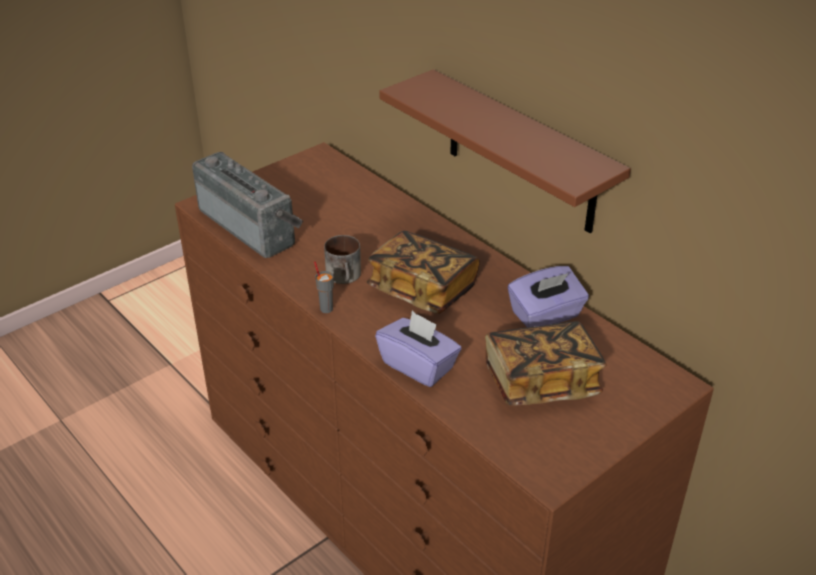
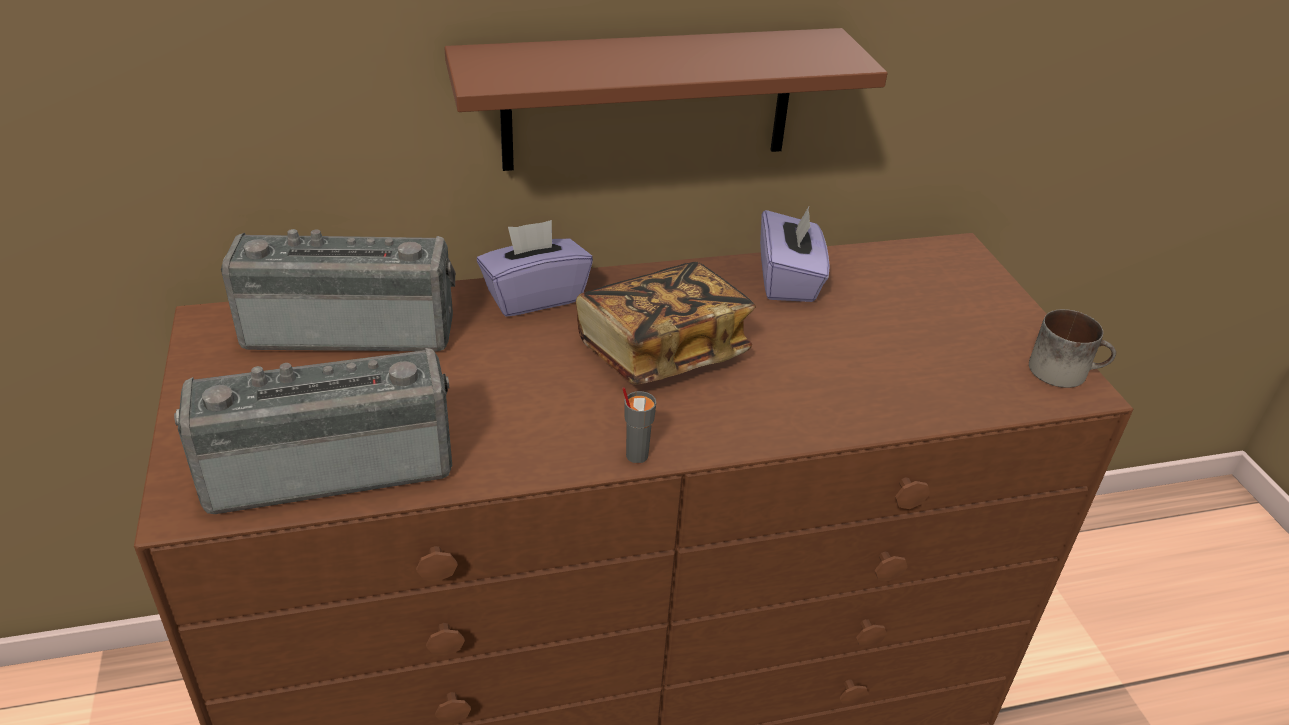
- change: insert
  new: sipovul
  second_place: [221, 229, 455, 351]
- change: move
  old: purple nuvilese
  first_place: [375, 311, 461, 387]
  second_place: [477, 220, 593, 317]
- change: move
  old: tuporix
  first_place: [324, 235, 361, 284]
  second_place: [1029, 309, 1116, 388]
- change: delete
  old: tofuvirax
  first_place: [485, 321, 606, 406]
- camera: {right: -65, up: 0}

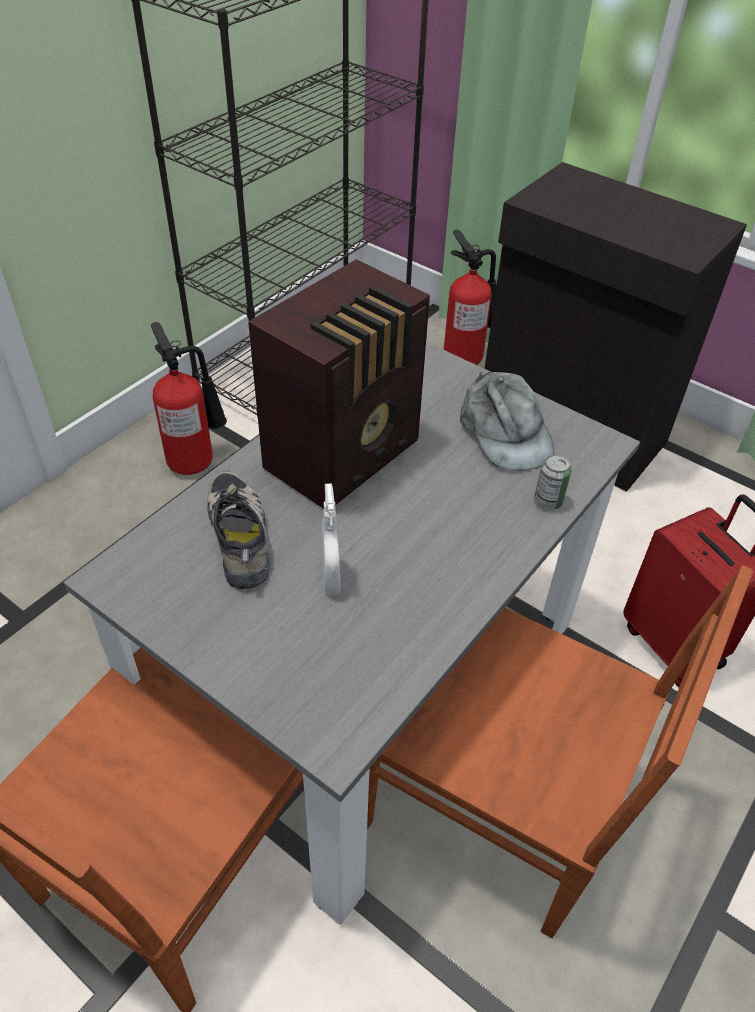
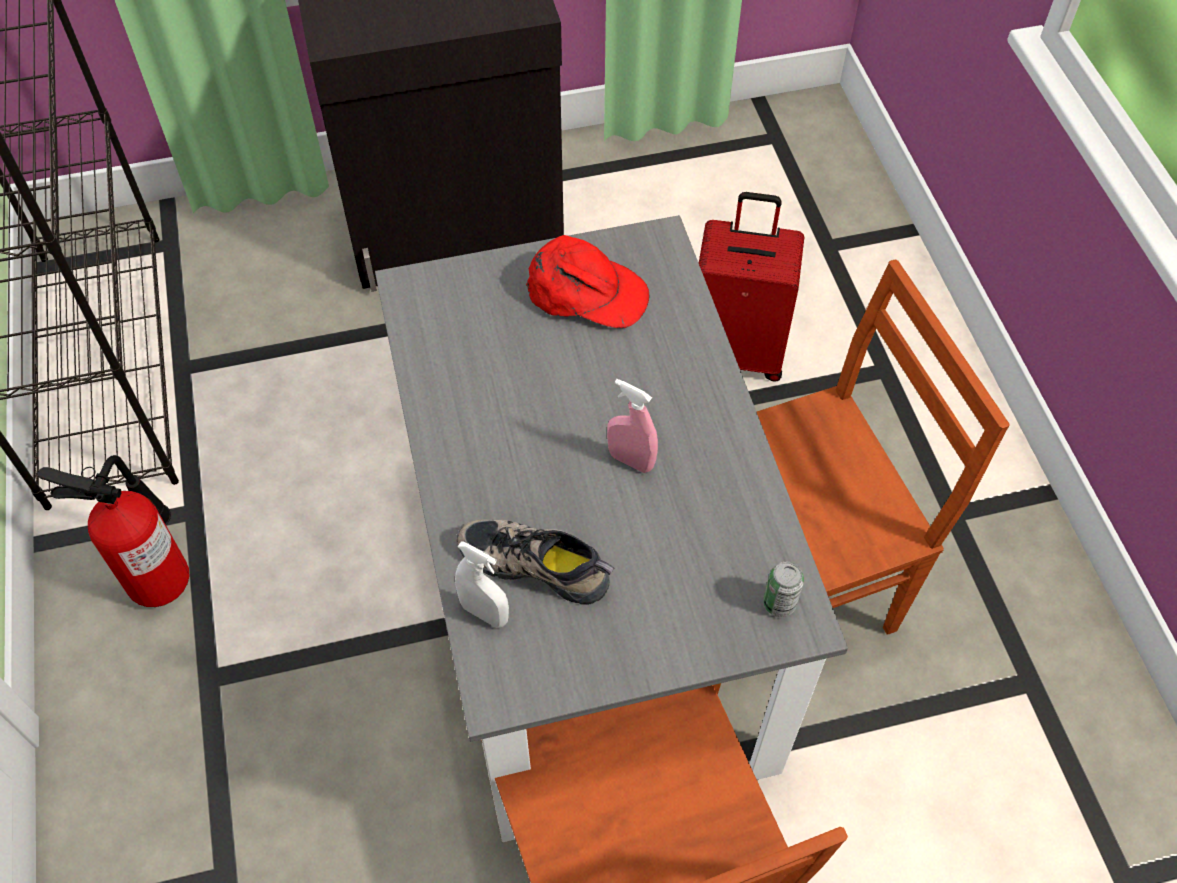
- change: move
  old: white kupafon
  first_place: [322, 483, 340, 595]
  second_place: [455, 541, 509, 628]
- change: recolor
  old: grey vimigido
  new: red vimigido
  first_place: [460, 372, 554, 471]
  second_place: [526, 235, 649, 328]
- change: insert
  new: pink kupafon
  second_place: [607, 379, 658, 473]
- change: move
  old: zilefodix
  first_place: [534, 454, 572, 510]
  second_place: [763, 562, 804, 617]
- change: delete
  old: sipovul
  first_place: [248, 259, 430, 509]
- change: delete
  old: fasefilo
  first_place: [444, 230, 496, 365]
- camera: {right: -50, up: 10}

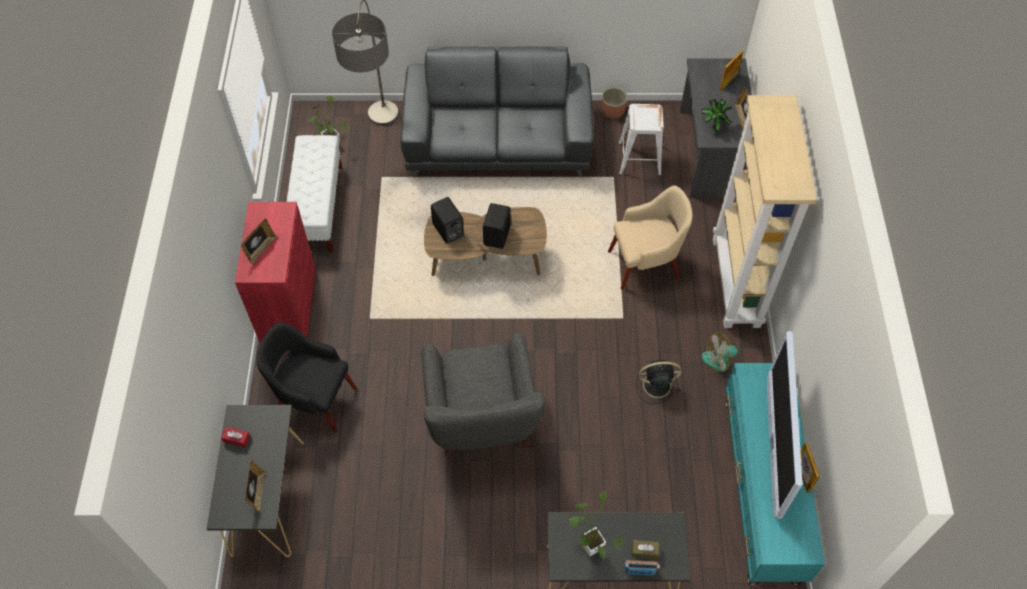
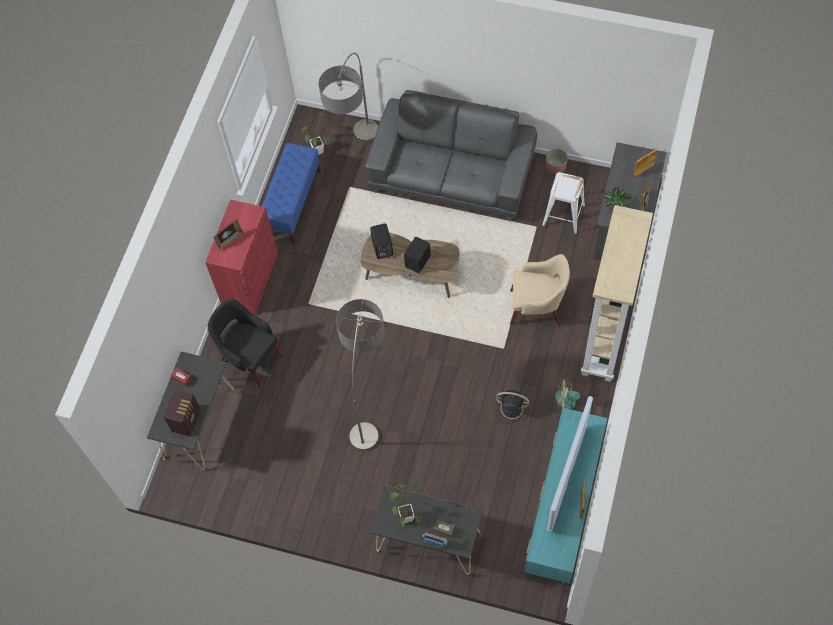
- change: replace
  old: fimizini
  new: sipovul
  first_place: [245, 460, 266, 512]
  second_place: [164, 390, 201, 436]
- change: recolor
  old: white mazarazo
  new: blue mazarazo
  first_place: [287, 135, 342, 253]
  second_place: [262, 143, 321, 243]
- change: replace
  old: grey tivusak
  new: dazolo
  first_place: [421, 333, 544, 456]
  second_place: [336, 299, 385, 451]
- camera: {right: 20, up: 5}

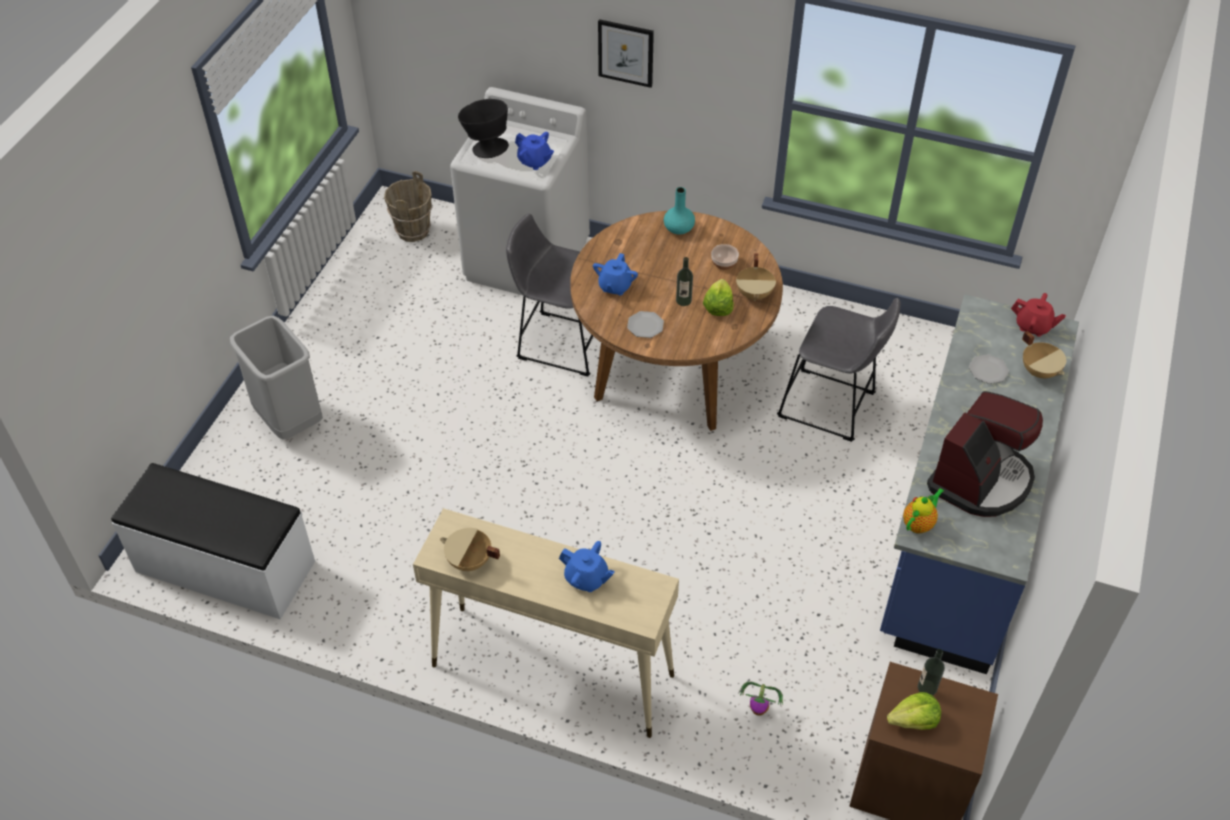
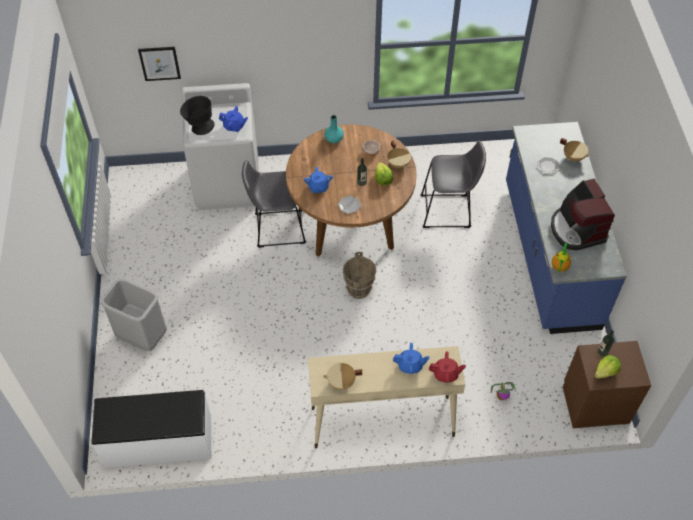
- change: move
  old: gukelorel
  first_place: [598, 19, 654, 88]
  second_place: [138, 47, 181, 81]
- change: move
  old: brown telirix
  first_place: [384, 171, 432, 242]
  second_place: [343, 252, 376, 299]
- change: move
  old: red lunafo
  first_place: [1011, 293, 1066, 337]
  second_place: [429, 351, 466, 382]
- change: rotate
  old: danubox
  first_place: [927, 391, 1043, 517]
  second_place: [551, 179, 615, 250]
  degrees: 150
- camera: {right: -25, up: 5}

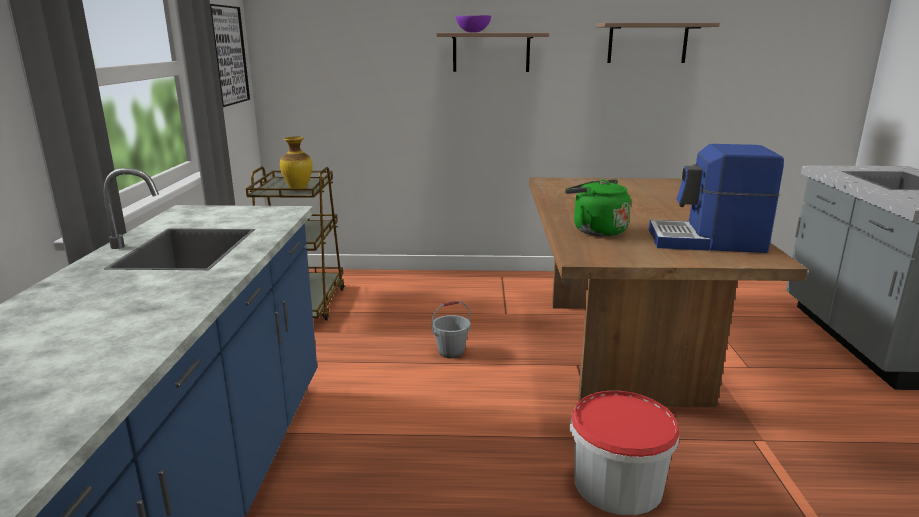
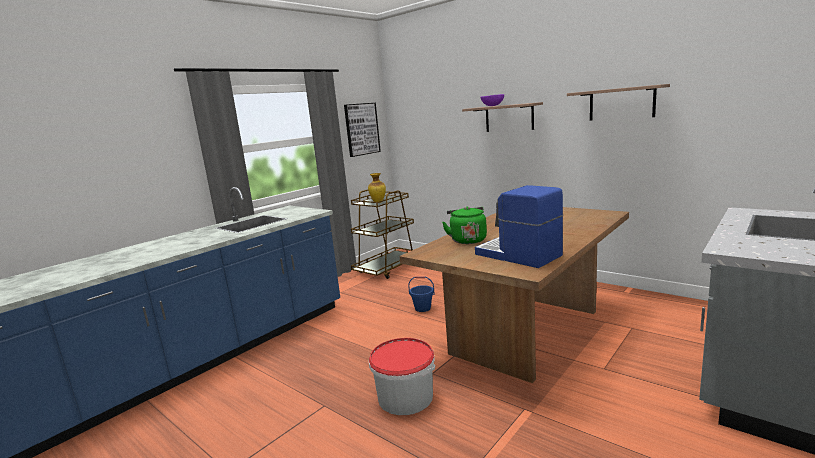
- change: recolor
  old: grey telirix
  new: blue telirix
  first_place: [432, 301, 470, 358]
  second_place: [408, 276, 435, 312]
- camera: {right: 40, up: -5}

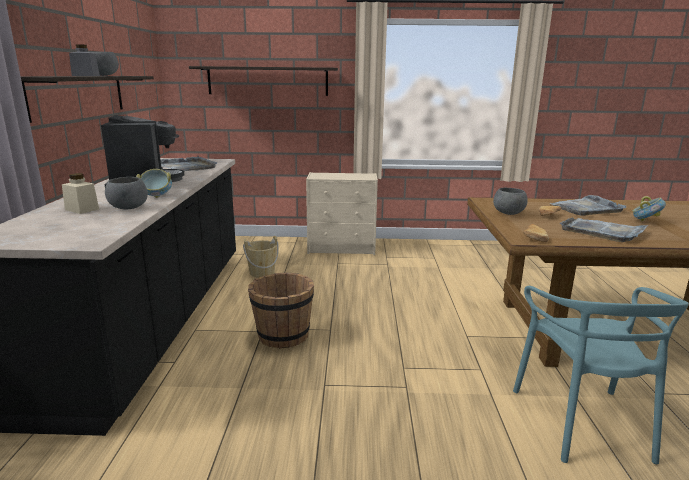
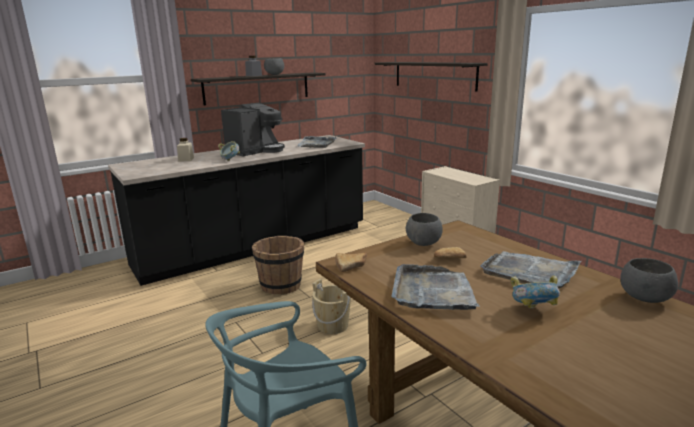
- change: move
  old: beige telirix
  first_place: [243, 236, 279, 278]
  second_place: [312, 279, 351, 334]
- change: move
  old: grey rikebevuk
  first_place: [105, 177, 148, 210]
  second_place: [620, 258, 678, 303]
- camera: {right: 55, up: 0}

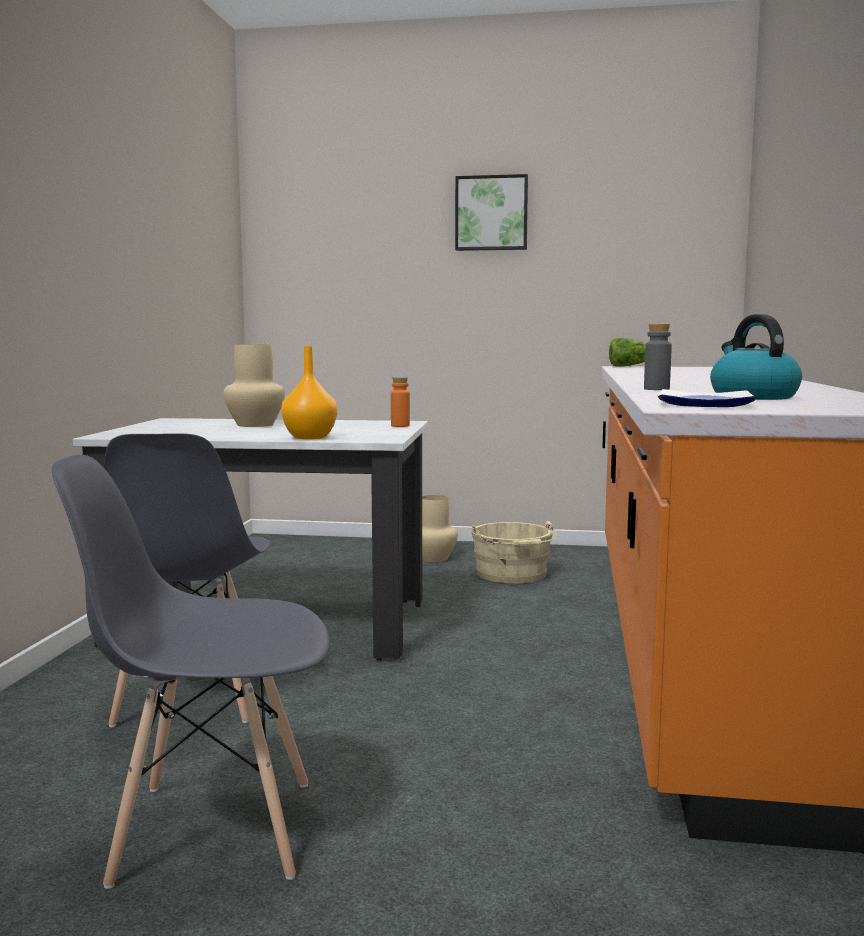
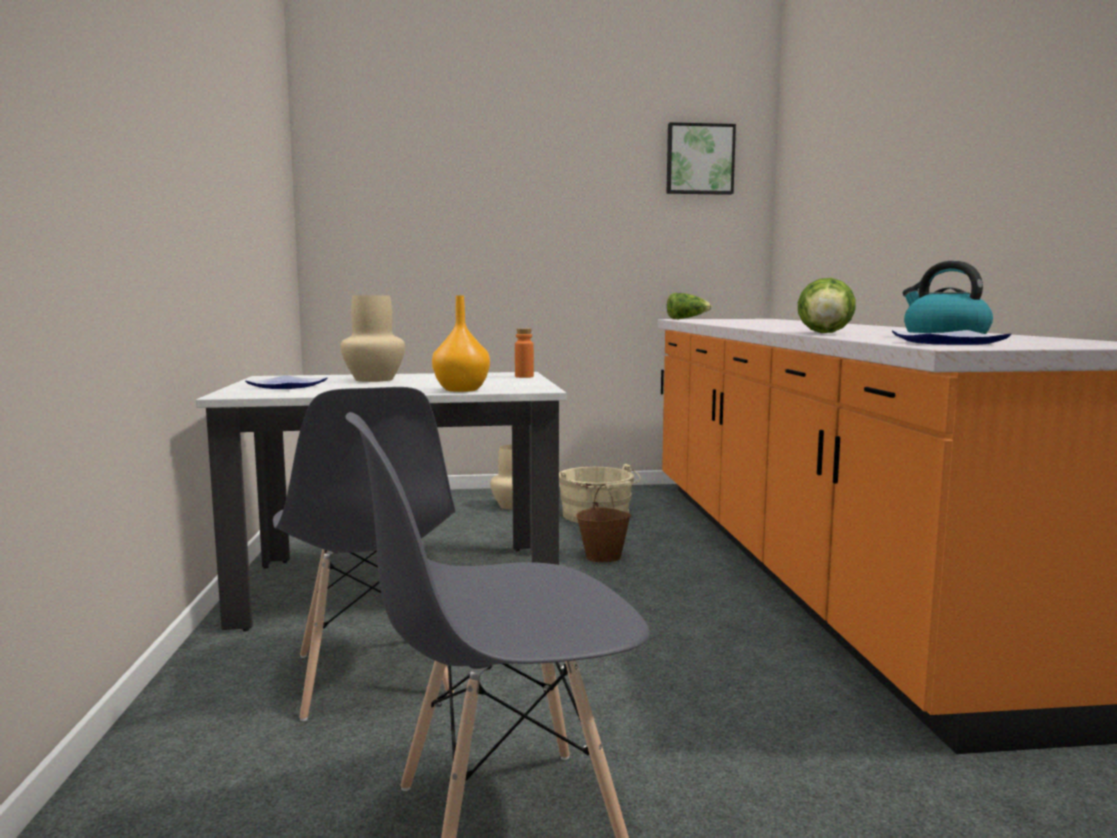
- change: insert
  new: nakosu
  second_place: [245, 375, 327, 389]
- change: insert
  new: brown telirix
  second_place: [576, 484, 631, 562]
- change: move
  old: gukelorel
  first_place: [455, 174, 528, 251]
  second_place: [666, 122, 736, 195]
- change: replace
  old: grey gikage
  new: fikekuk
  first_place: [644, 324, 672, 390]
  second_place: [798, 278, 855, 333]
- camera: {right: -15, up: 0}

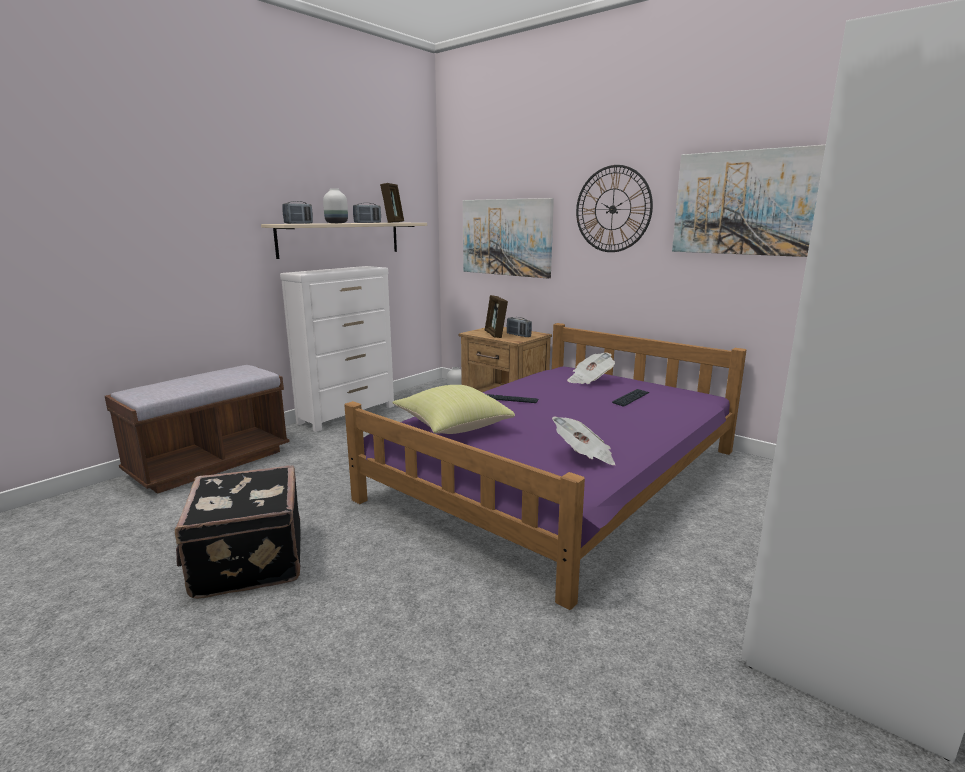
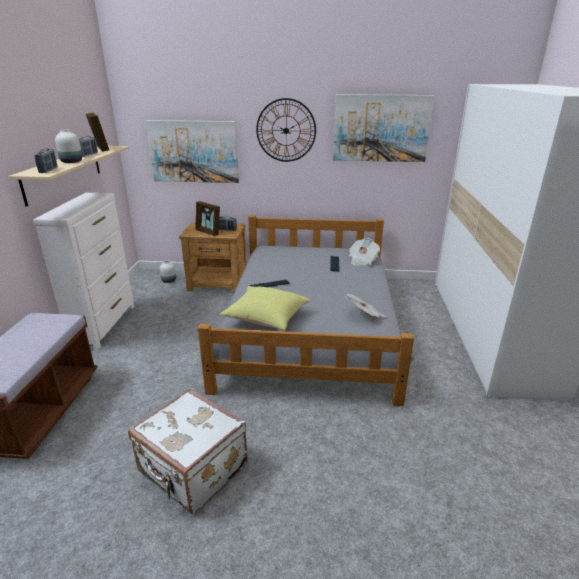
- change: recolor
  old: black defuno
  new: white defuno
  first_place: [175, 465, 300, 599]
  second_place: [128, 388, 248, 514]
- change: recolor
  old: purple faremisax
  new: grey faremisax
  first_place: [344, 323, 746, 610]
  second_place: [198, 215, 414, 406]
- change: move
  old: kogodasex
  first_place: [567, 353, 615, 384]
  second_place: [349, 238, 380, 266]
- camera: {right: -35, up: 10}

